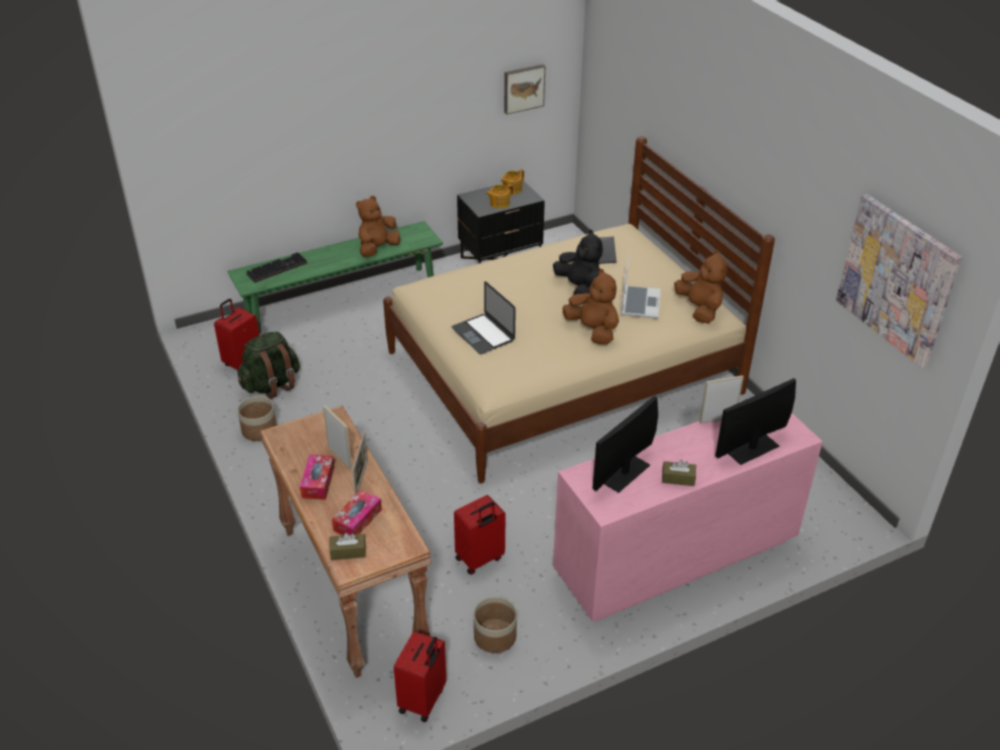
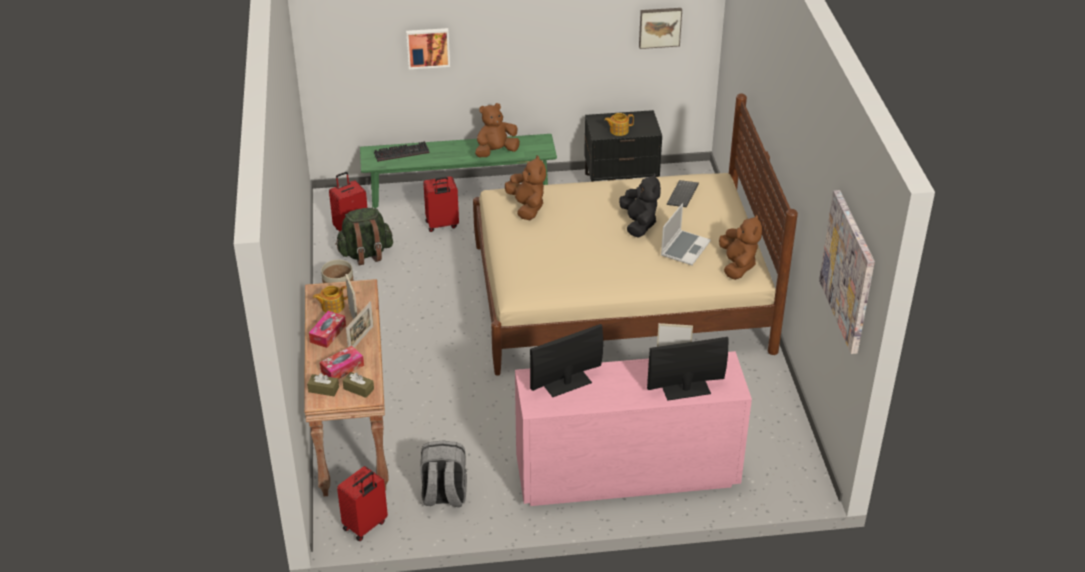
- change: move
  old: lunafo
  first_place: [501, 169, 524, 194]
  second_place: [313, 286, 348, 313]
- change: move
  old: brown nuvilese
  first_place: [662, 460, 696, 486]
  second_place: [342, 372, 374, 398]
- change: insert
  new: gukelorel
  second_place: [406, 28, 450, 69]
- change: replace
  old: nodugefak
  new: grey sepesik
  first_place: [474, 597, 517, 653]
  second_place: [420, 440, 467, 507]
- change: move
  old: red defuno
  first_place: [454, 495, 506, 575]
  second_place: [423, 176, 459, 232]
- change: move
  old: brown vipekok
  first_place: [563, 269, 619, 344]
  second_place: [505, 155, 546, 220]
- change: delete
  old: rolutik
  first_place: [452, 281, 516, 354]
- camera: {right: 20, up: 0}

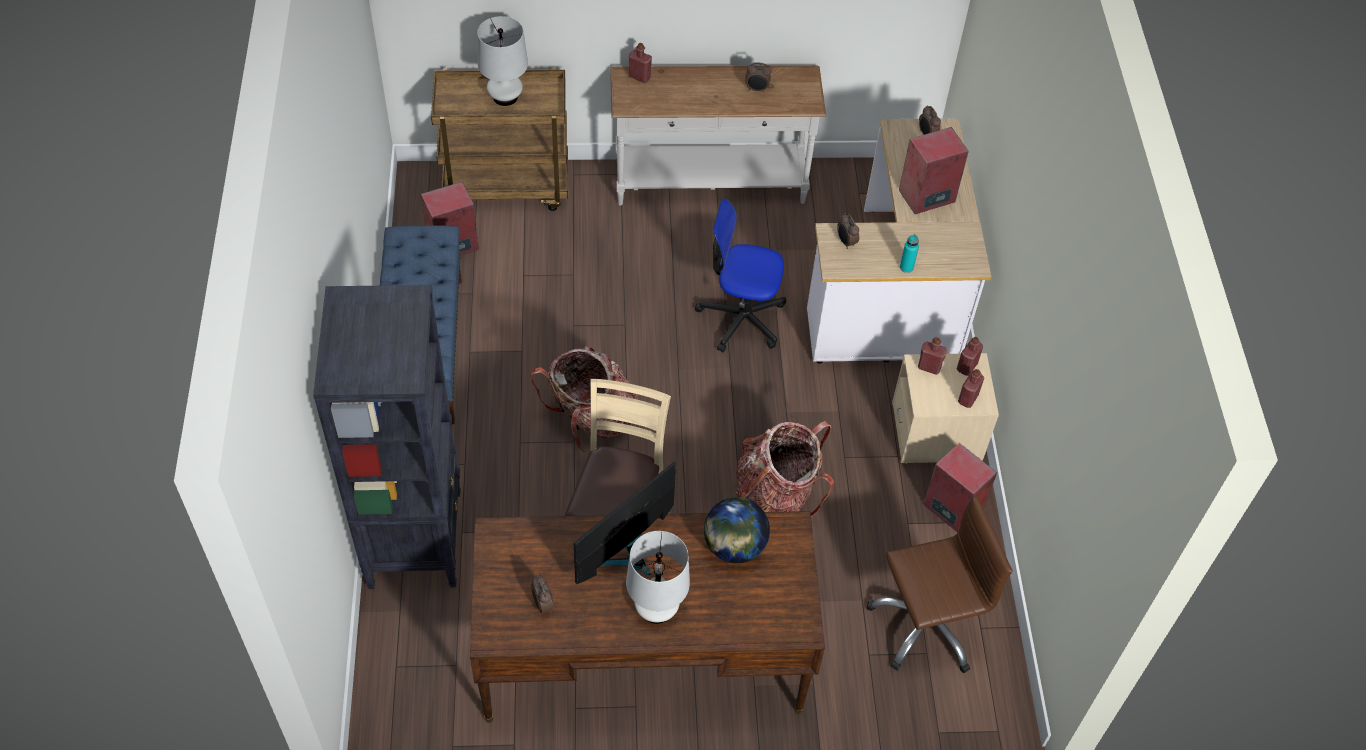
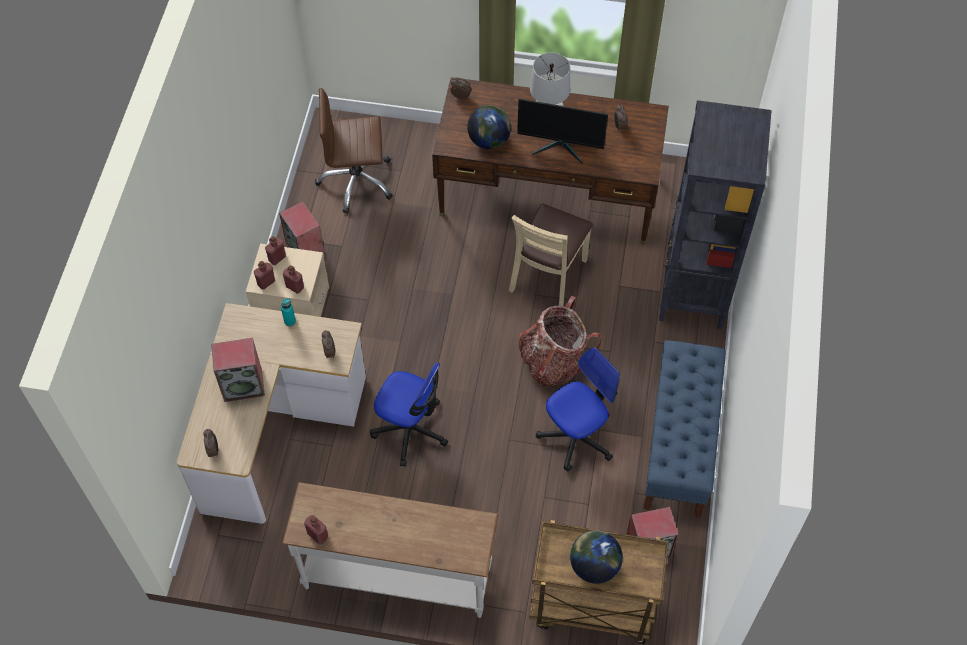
- change: move
  old: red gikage
  first_place: [629, 43, 652, 83]
  second_place: [304, 515, 328, 544]
- change: move
  old: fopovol
  first_place: [745, 62, 772, 92]
  second_place: [450, 77, 471, 100]
- change: rotate
  old: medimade
  first_place: [574, 461, 676, 584]
  second_place: [517, 99, 608, 164]
  degrees: 45
- change: insert
  new: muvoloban
  second_place: [536, 347, 620, 472]
- change: replace
  old: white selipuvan
  new: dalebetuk
  first_place: [477, 16, 528, 106]
  second_place: [570, 530, 623, 584]
- change: delete
  old: sepesik
  first_place: [736, 421, 834, 517]
- camera: {right: -165, up: 5}

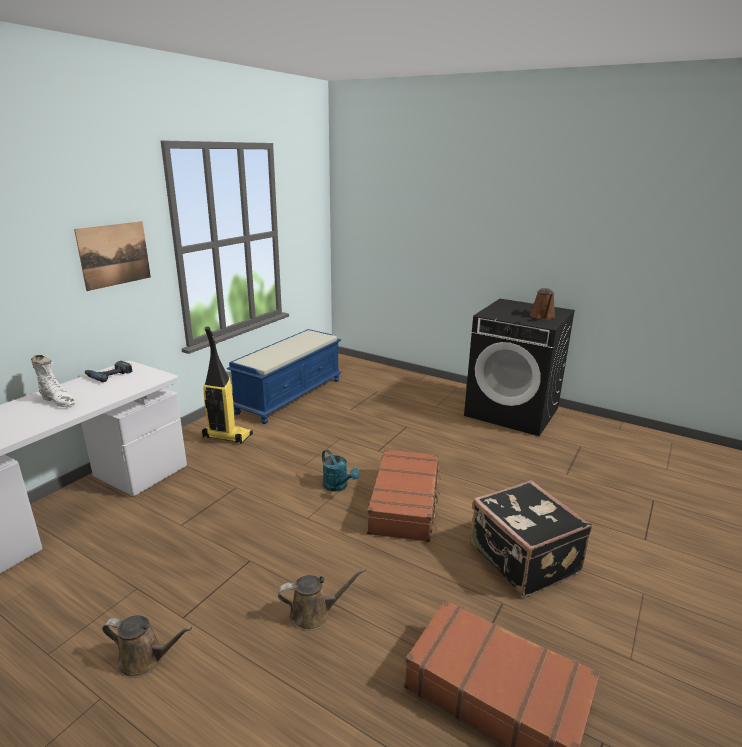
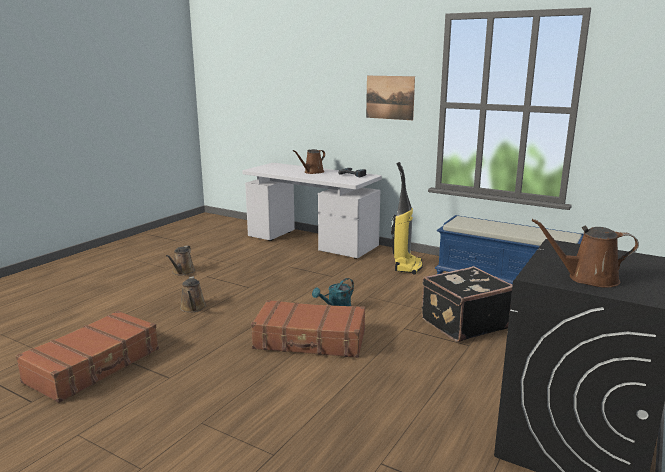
- change: replace
  old: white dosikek
  new: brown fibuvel
  first_place: [31, 355, 76, 407]
  second_place: [293, 149, 325, 174]
- change: move
  old: black defuno
  first_place: [470, 480, 592, 597]
  second_place: [421, 266, 513, 342]
- camera: {right: 90, up: -5}

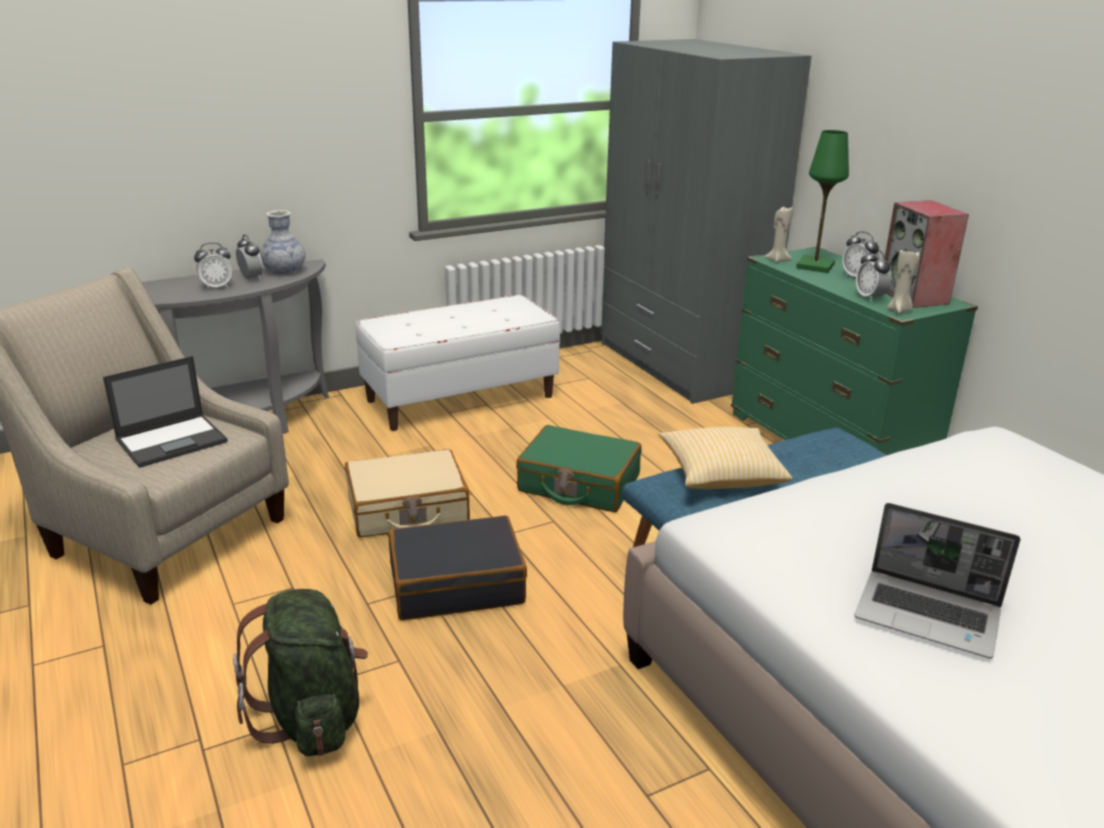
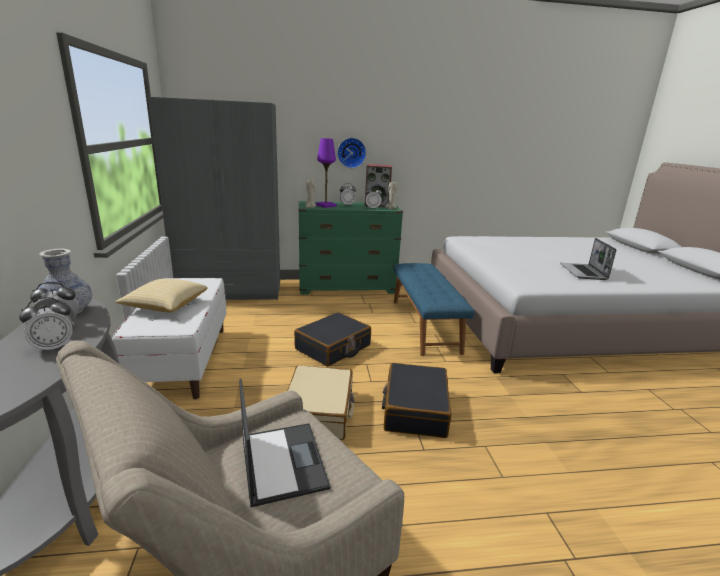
- change: rotate
  old: fopovol
  first_place: [194, 242, 232, 290]
  second_place: [19, 297, 72, 353]
  degrees: 60
- change: move
  old: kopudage
  first_place: [659, 427, 792, 489]
  second_place: [115, 279, 208, 313]
- change: recolor
  old: green defuno
  new: black defuno
  first_place: [516, 425, 642, 512]
  second_place: [294, 312, 371, 367]
- change: recolor
  old: green selipuvan
  new: purple selipuvan
  first_place: [796, 130, 849, 273]
  second_place: [315, 138, 337, 208]
- change: insert
  new: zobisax
  second_place: [337, 138, 366, 168]
- change: rotate
  old: rolutik
  first_place: [855, 503, 1020, 659]
  second_place: [560, 238, 616, 280]
  degrees: 135
- change: delete
  old: green sepesik
  first_place: [233, 589, 368, 756]
- camera: {right: -70, up: -5}

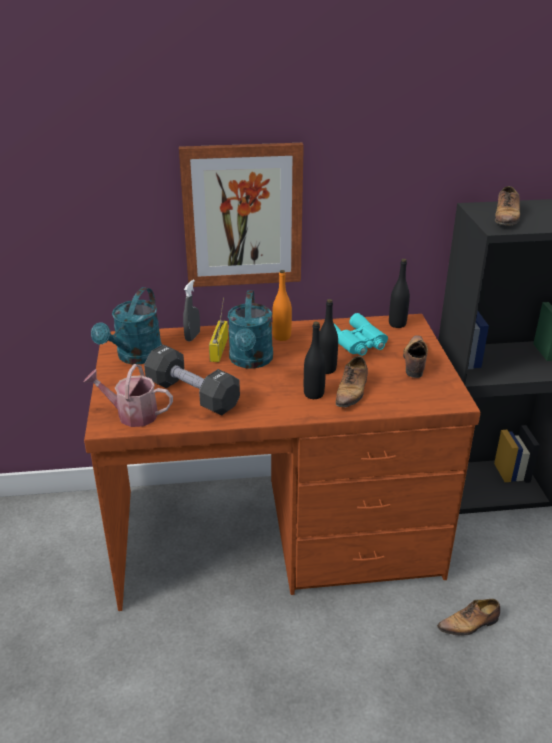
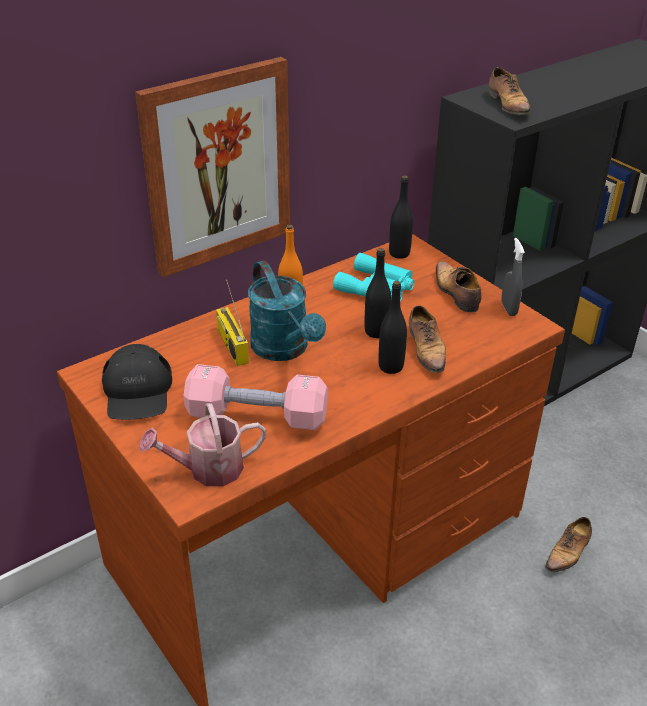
- change: replace
  old: turquoise fibuvel
  new: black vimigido
  first_place: [91, 287, 162, 364]
  second_place: [102, 344, 172, 420]
- change: recolor
  old: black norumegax
  new: pink norumegax
  first_place: [144, 344, 240, 416]
  second_place: [183, 364, 328, 430]
- change: move
  old: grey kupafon
  first_place: [183, 280, 200, 342]
  second_place: [501, 238, 525, 316]
- camera: {right: -30, up: 5}

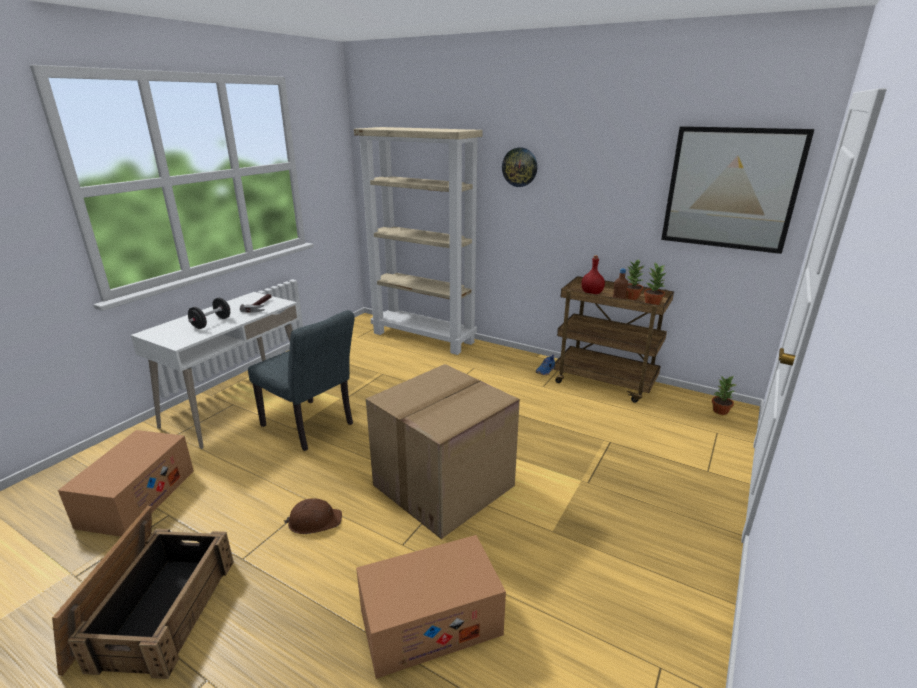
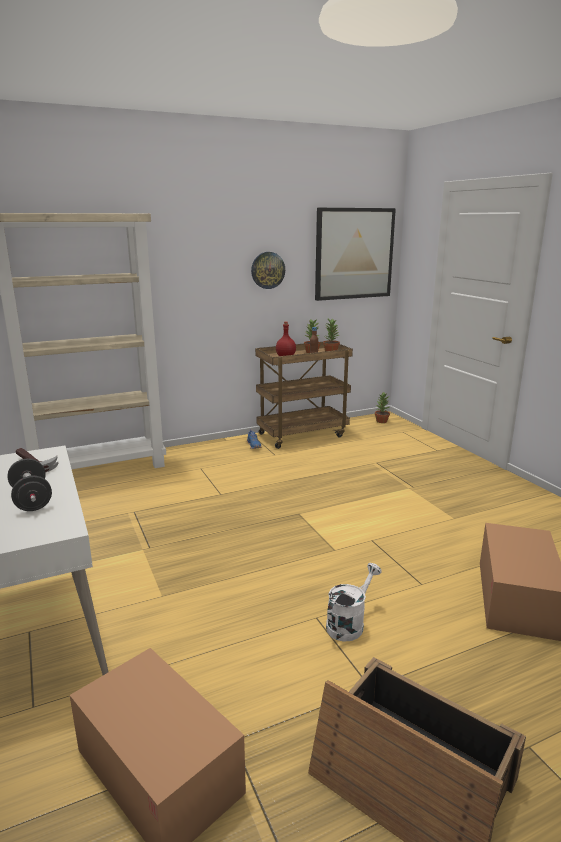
- change: move
  old: zobisax
  first_place: [502, 147, 537, 187]
  second_place: [251, 252, 285, 289]
- change: replace
  old: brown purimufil
  new: white fibuvel
  first_place: [284, 498, 342, 534]
  second_place: [326, 563, 382, 642]
- change: delete
  old: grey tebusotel
  first_place: [248, 310, 355, 451]
- change: delete
  old: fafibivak
  first_place: [366, 364, 520, 539]
- camera: {right: -55, up: -5}

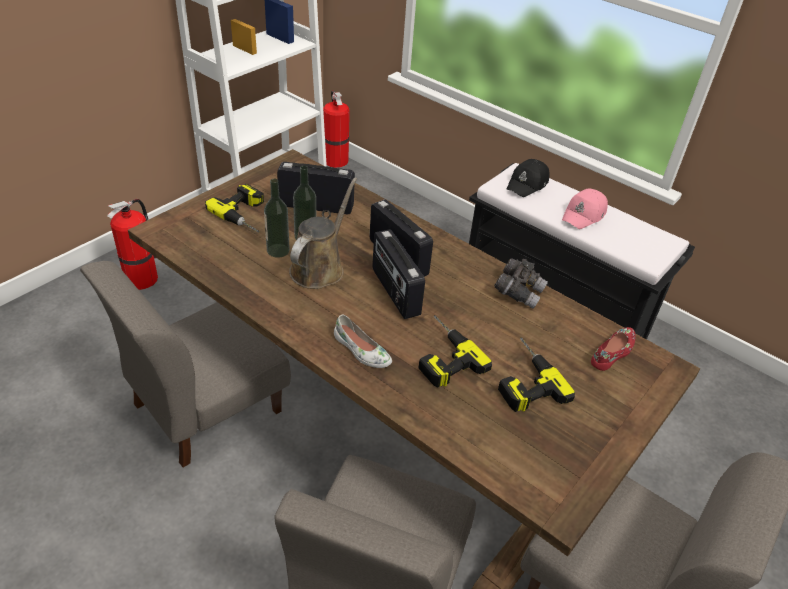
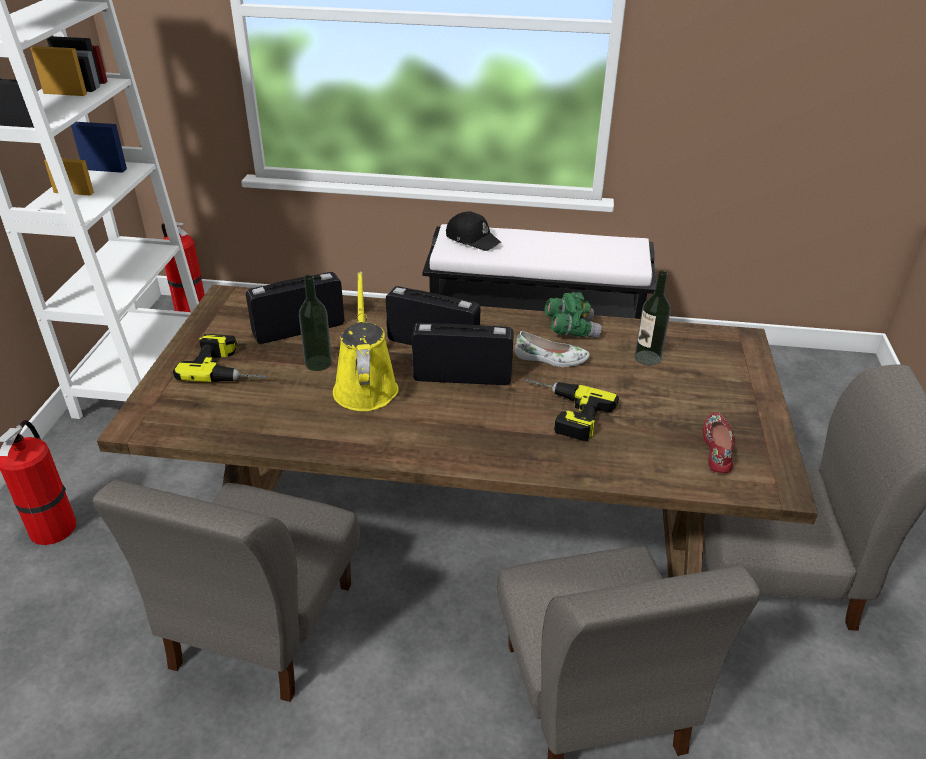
- change: recolor
  old: brown fibuvel
  new: yellow fibuvel
  first_place: [289, 178, 357, 289]
  second_place: [333, 272, 399, 411]
- change: rotate
  old: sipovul
  first_place: [372, 229, 425, 319]
  second_place: [412, 323, 514, 385]
  degrees: 150
- change: rotate
  old: black vimigido
  first_place: [506, 159, 549, 197]
  second_place: [446, 211, 502, 251]
  degrees: -60
- change: move
  old: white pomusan
  first_place: [334, 315, 392, 368]
  second_place: [514, 331, 590, 367]
- change: recolor
  old: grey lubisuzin
  new: green lubisuzin
  first_place: [494, 258, 548, 309]
  second_place: [545, 292, 602, 338]
- change: move
  old: gikage
  first_place: [264, 179, 290, 258]
  second_place: [635, 271, 671, 365]
- change: move
  old: red pomusan
  first_place: [591, 327, 636, 371]
  second_place: [703, 413, 735, 473]
- change: delete
  old: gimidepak
  first_place: [498, 338, 575, 412]
- change: delete
  old: pink vimigido
  first_place: [562, 189, 608, 229]
- camera: {right: -30, up: -5}

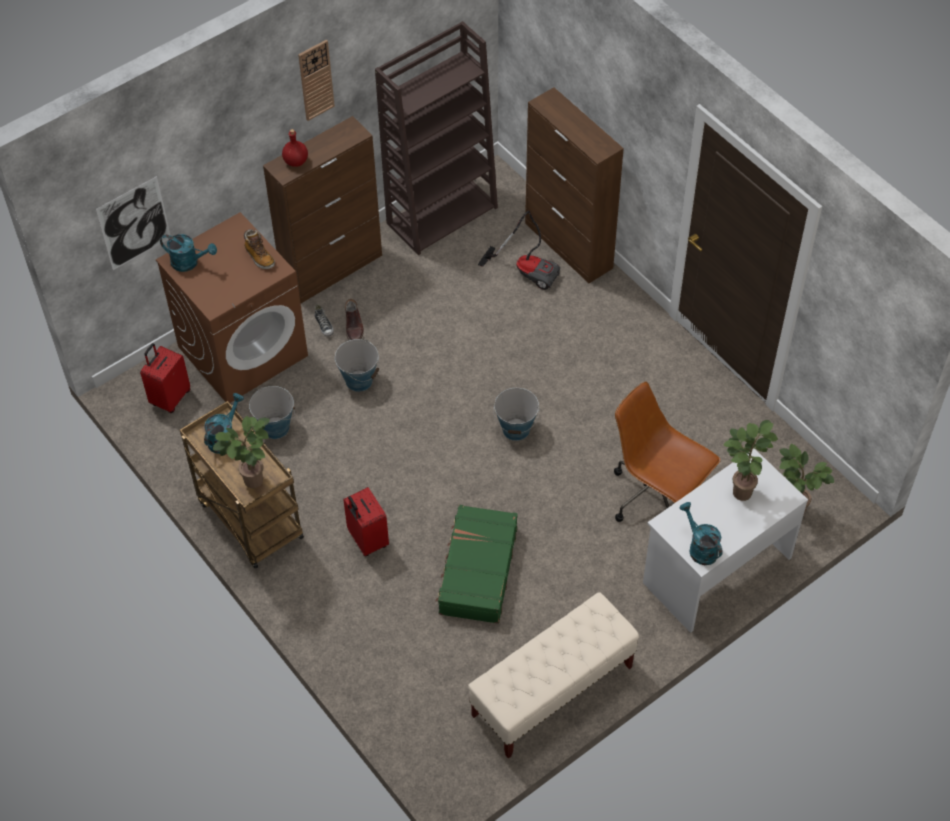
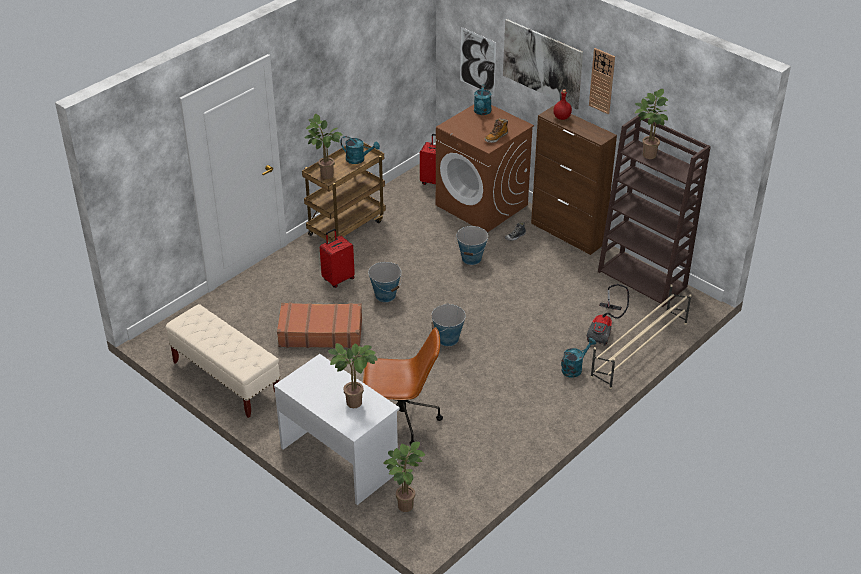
- change: recolor
  old: green defuno
  new: brown defuno
  first_place: [435, 505, 518, 624]
  second_place: [277, 303, 362, 348]
- change: rotate
  old: brown muvoloban
  first_place: [614, 381, 721, 522]
  second_place: [363, 327, 443, 445]
  degrees: 60
- change: move
  old: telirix
  first_place: [249, 386, 295, 439]
  second_place: [368, 262, 402, 302]
- change: insert
  new: gukelorel
  second_place: [503, 19, 583, 109]
- change: move
  old: turquoise fibuvel
  first_place: [680, 502, 723, 565]
  second_place: [561, 338, 596, 378]
- change: replace
  old: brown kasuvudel
  new: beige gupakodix
  first_place: [525, 87, 624, 283]
  second_place: [590, 284, 692, 389]
- change: insert
  new: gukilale
  second_place: [635, 89, 668, 159]
- change: delete
  old: brown dosikek
  first_place: [345, 299, 364, 340]
- camera: {right: 80, up: -15}

